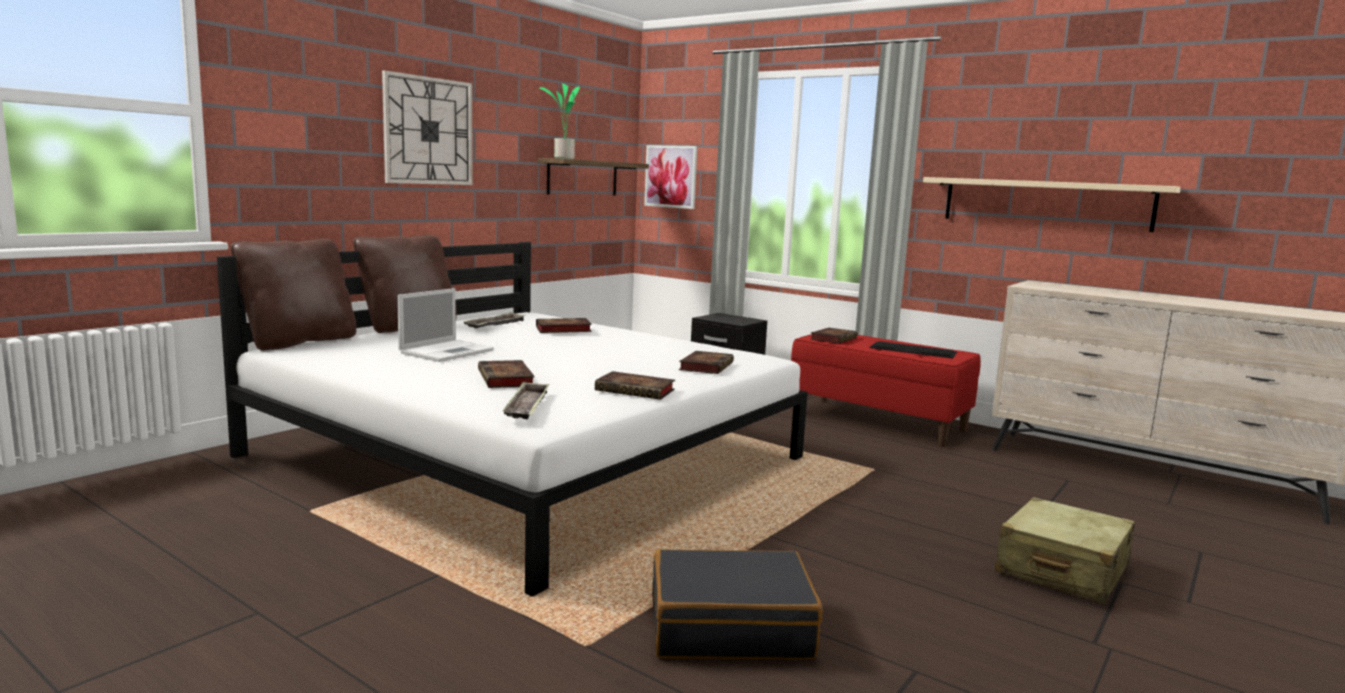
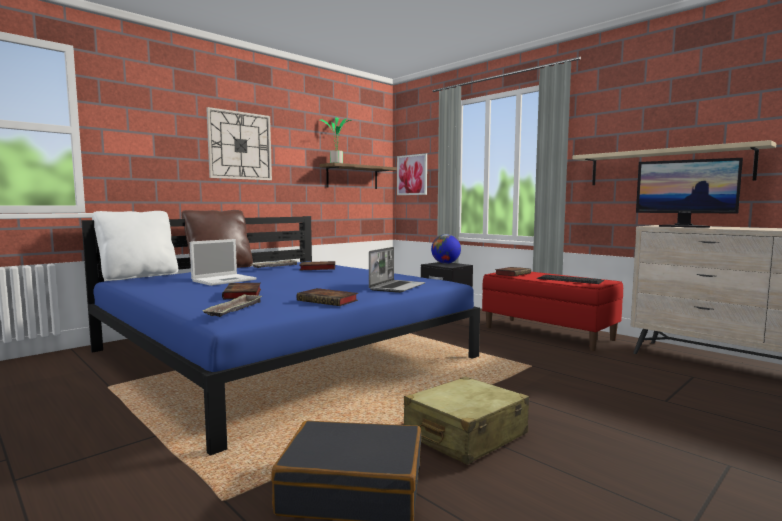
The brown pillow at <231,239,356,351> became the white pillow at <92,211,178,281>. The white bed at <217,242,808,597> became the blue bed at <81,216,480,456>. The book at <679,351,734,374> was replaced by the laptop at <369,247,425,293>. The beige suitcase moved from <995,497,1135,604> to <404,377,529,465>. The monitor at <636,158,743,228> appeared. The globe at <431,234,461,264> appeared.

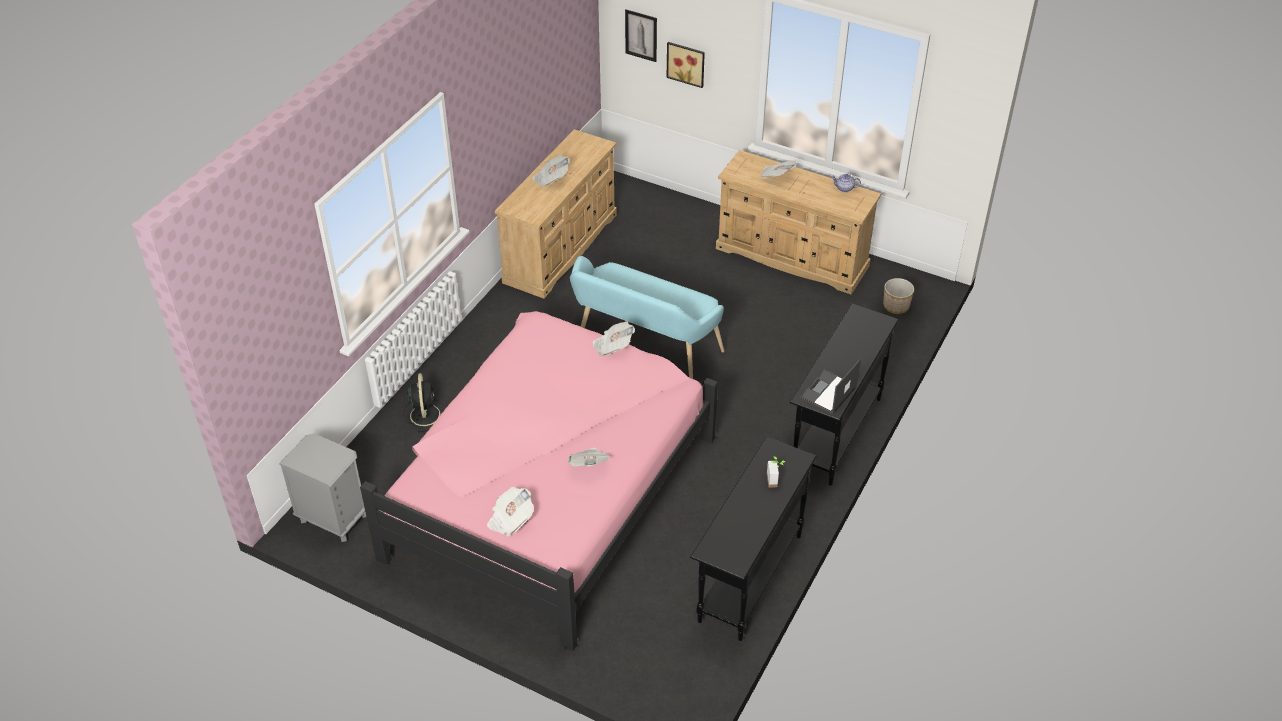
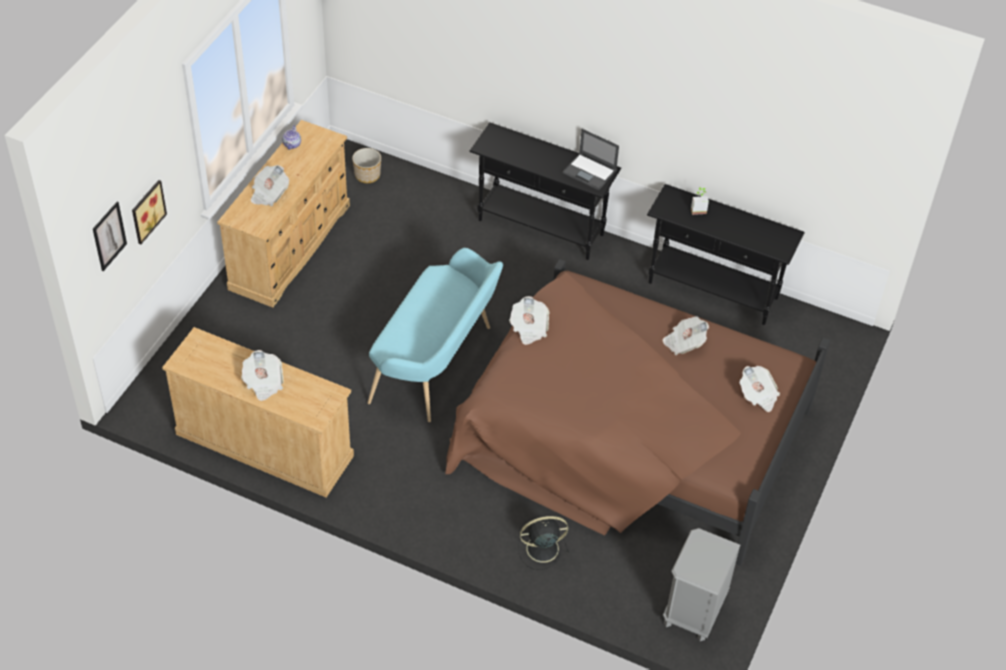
The pink bed at <360,311,718,651> became the brown bed at <445,259,830,566>.

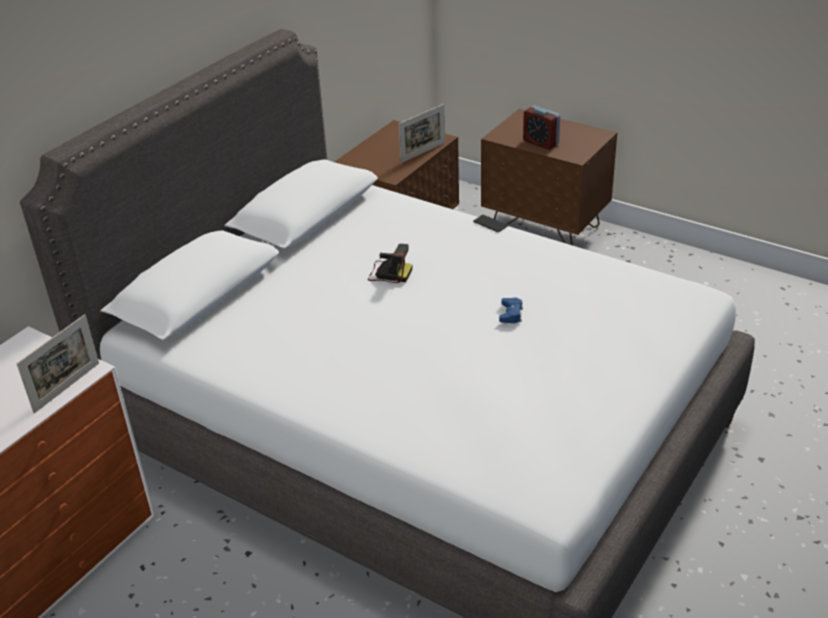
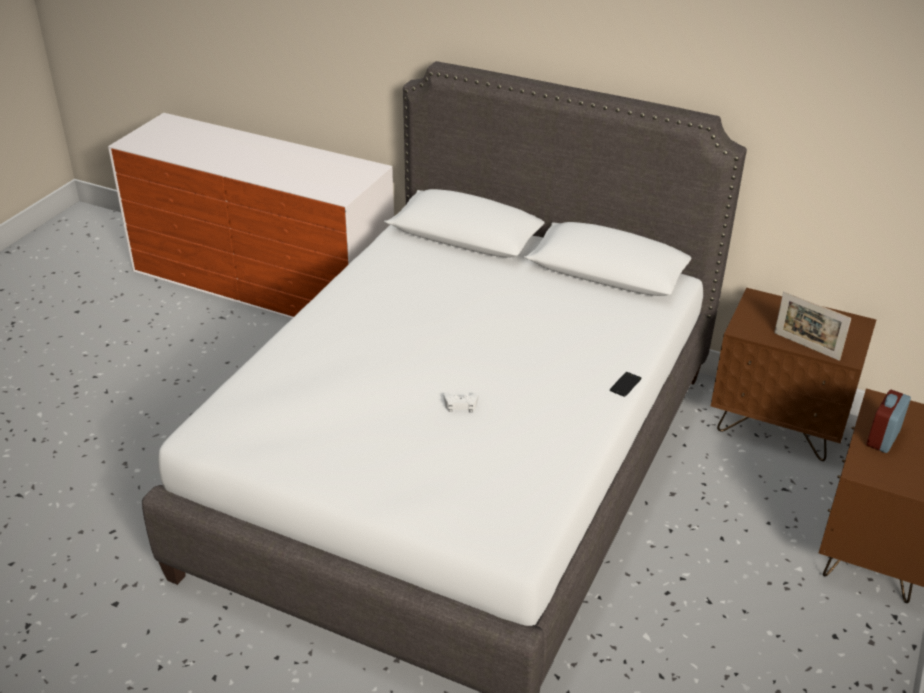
The photo camera at <368,244,413,283> disappeared. The blue game controller at <499,298,523,323> became the white game controller at <444,392,478,412>. The picture frame at <16,314,99,413> disappeared.

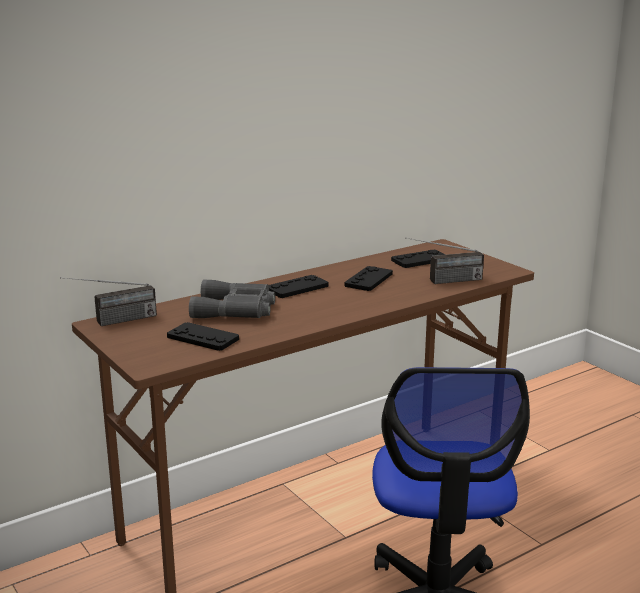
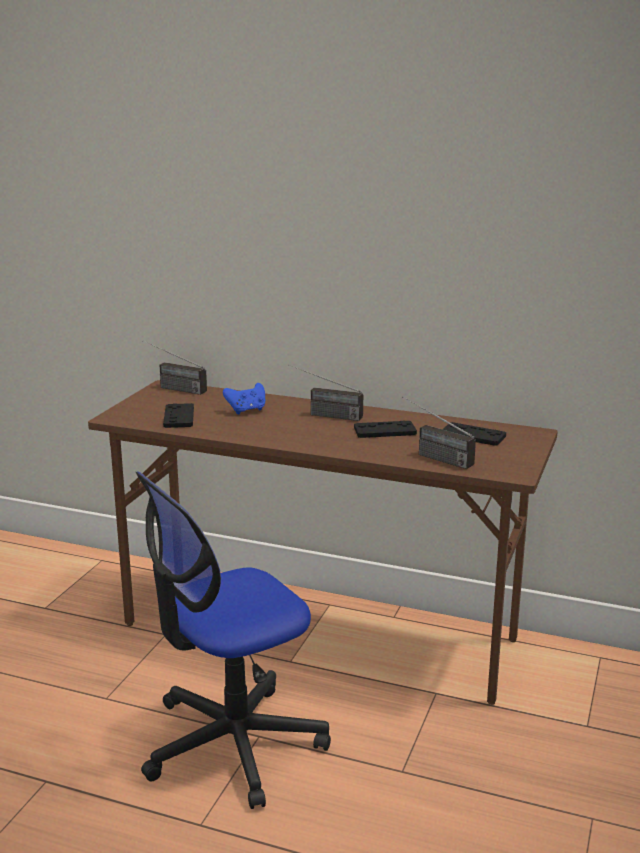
The black game controller at <269,275,329,298> was replaced by the radio at <288,364,363,421>. The grey binoculars at <189,280,275,318> was replaced by the blue game controller at <223,383,265,414>.

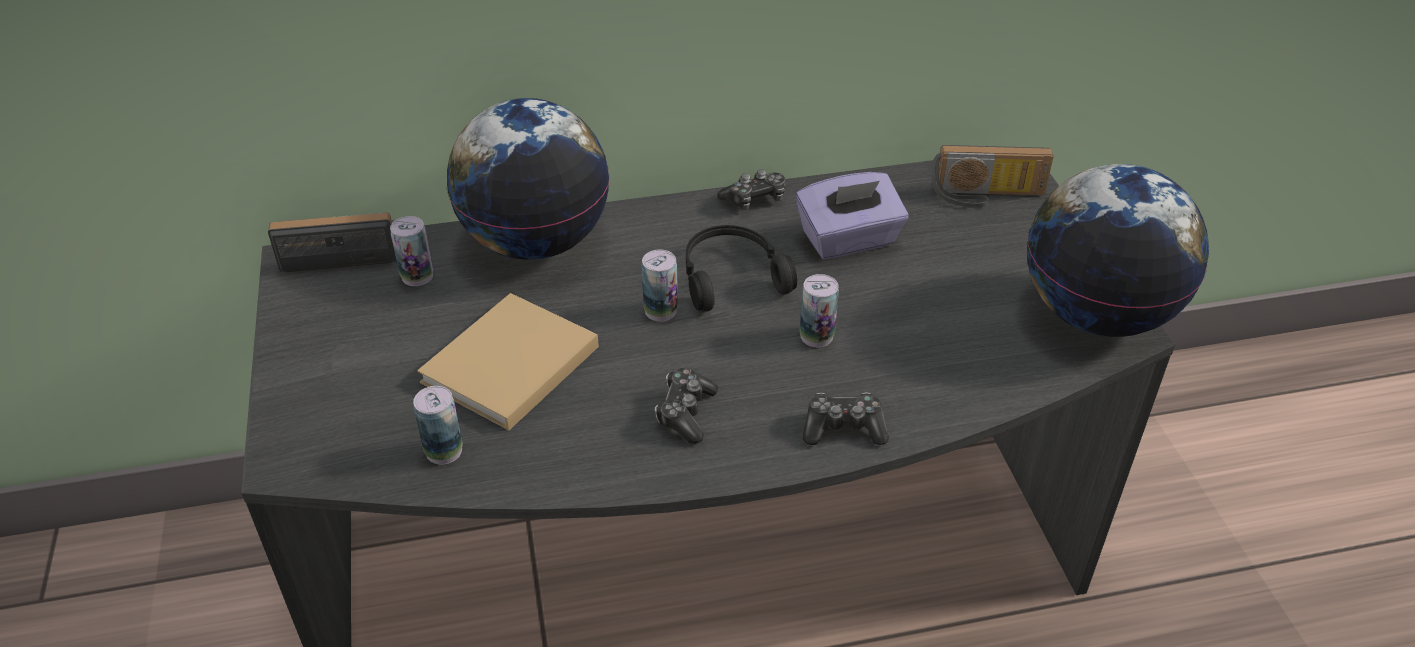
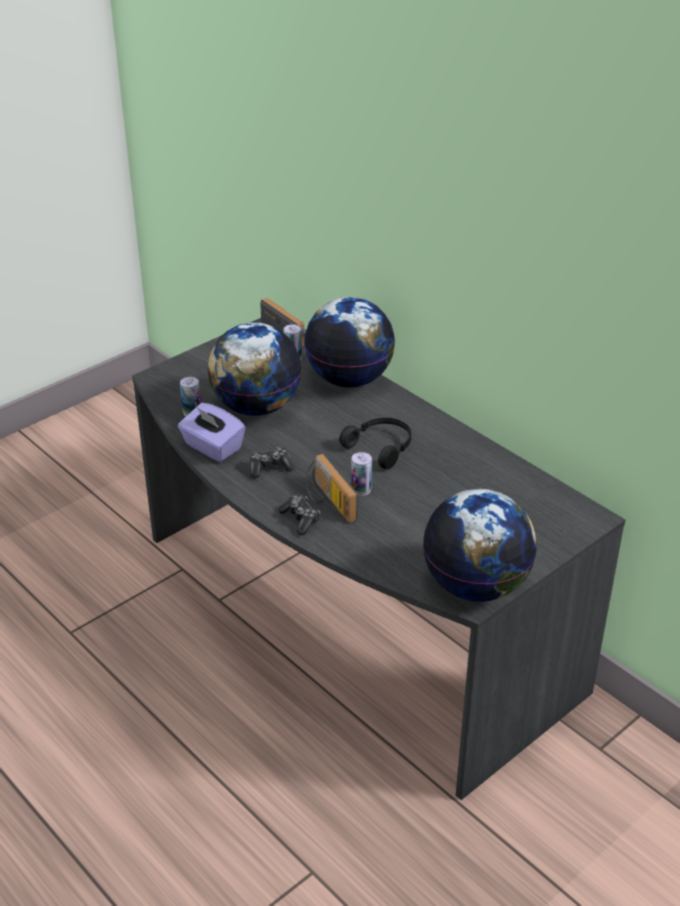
The radio moved from <931,145,1053,208> to <306,454,359,523>. The game controller at <717,169,785,210> disappeared. The purple tissue box moved from <796,172,908,259> to <178,403,245,462>. The can at <642,250,678,322> disappeared. The beige book at <417,293,599,430> was replaced by the globe at <207,322,301,416>.

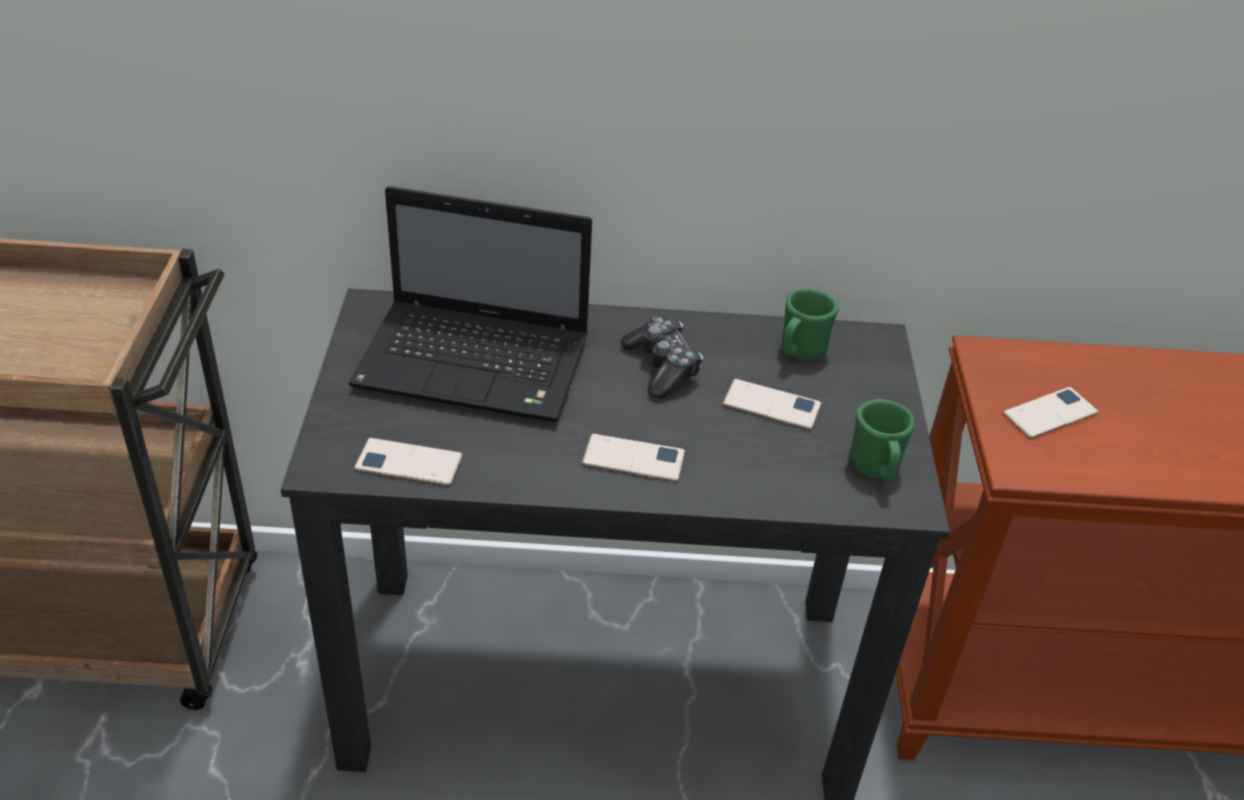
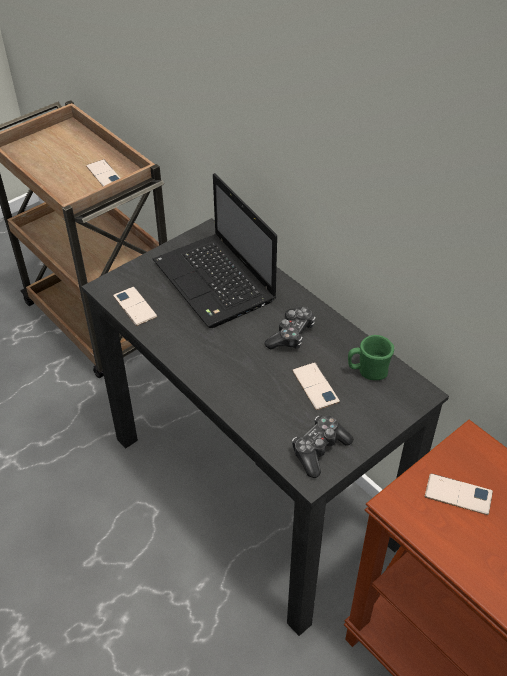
The green mug at <849,399,915,481> was replaced by the game controller at <292,416,354,478>. The phone moved from <582,434,685,482> to <86,159,120,186>.

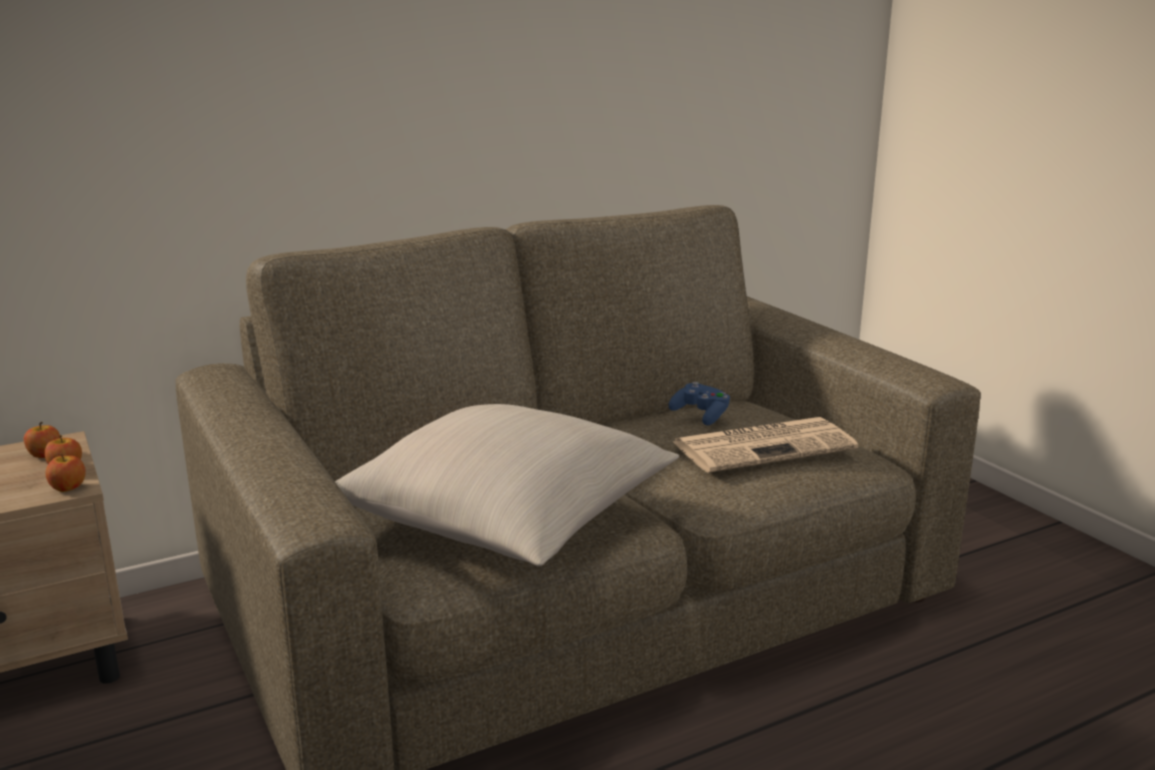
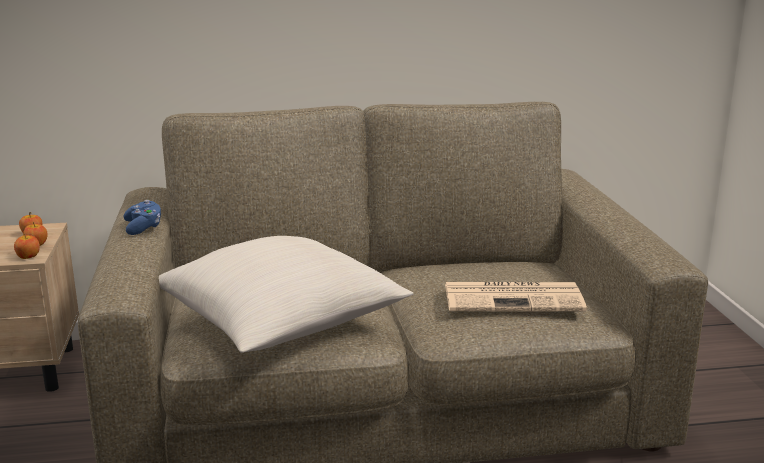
The blue game controller moved from <668,382,730,425> to <123,200,161,235>.

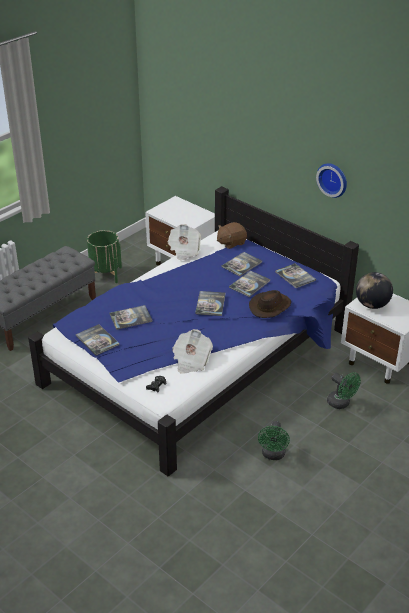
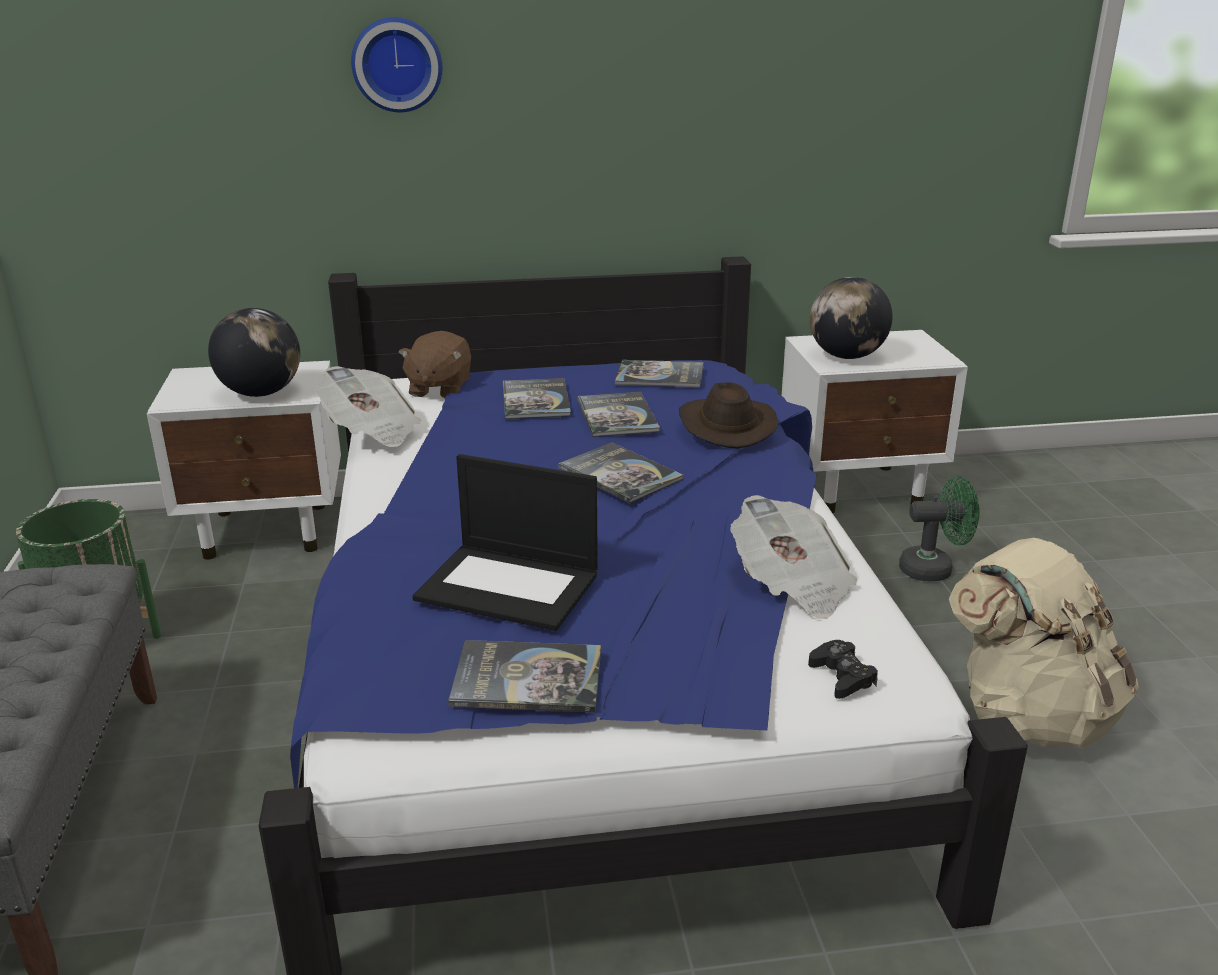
The wall clock moved from <316,163,347,198> to <351,17,442,112>. The book at <110,305,153,330> was replaced by the laptop at <412,454,598,631>. The green fan at <258,421,290,460> was replaced by the beige backpack at <949,538,1139,749>. The globe at <208,308,300,397> appeared.

